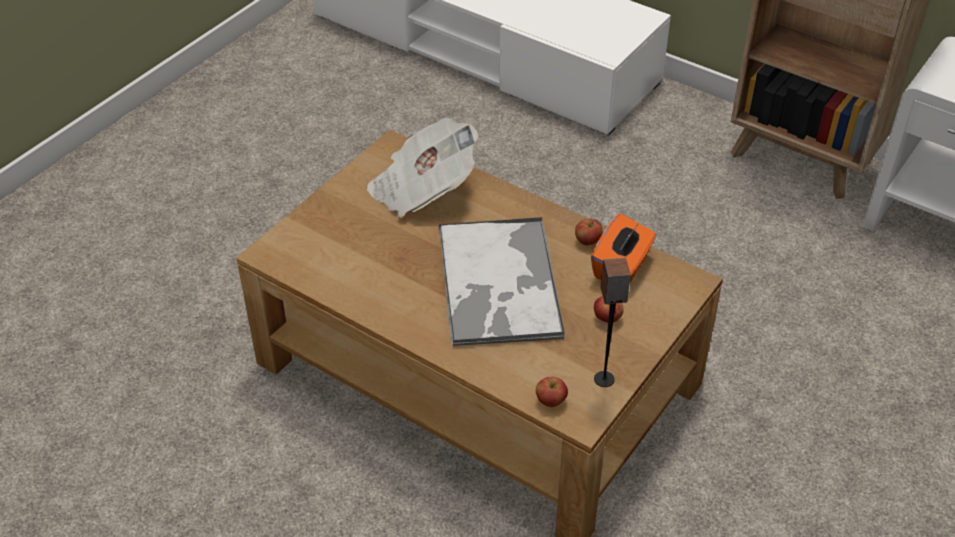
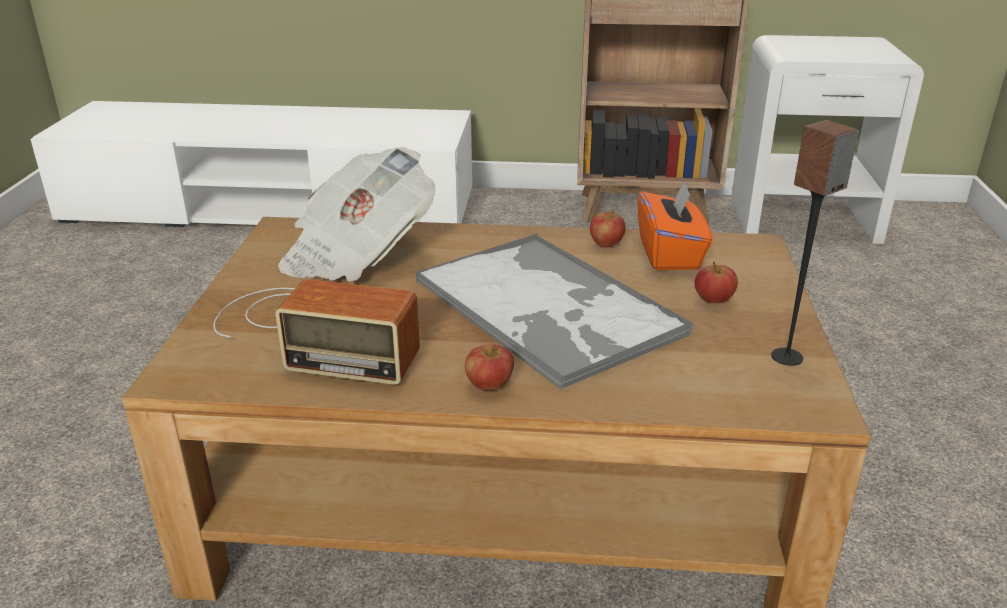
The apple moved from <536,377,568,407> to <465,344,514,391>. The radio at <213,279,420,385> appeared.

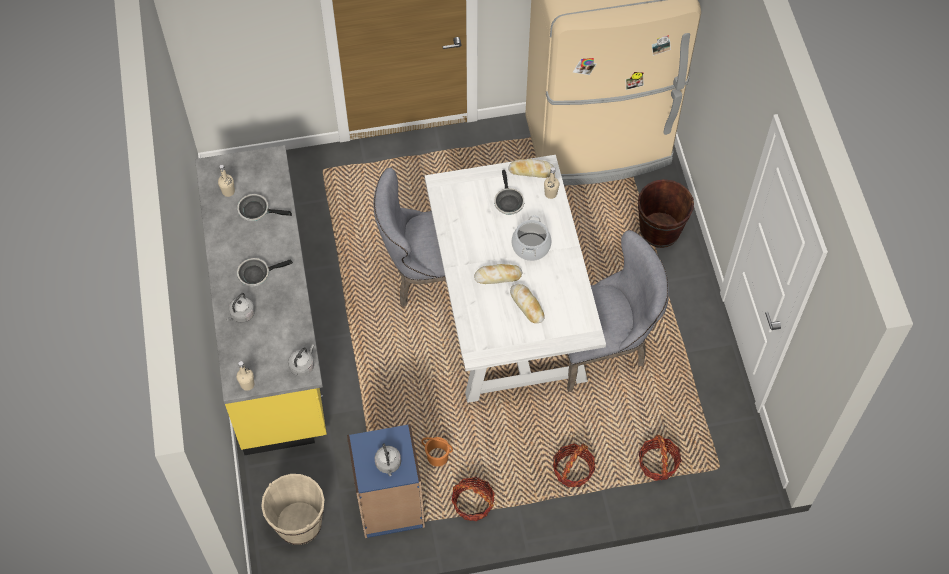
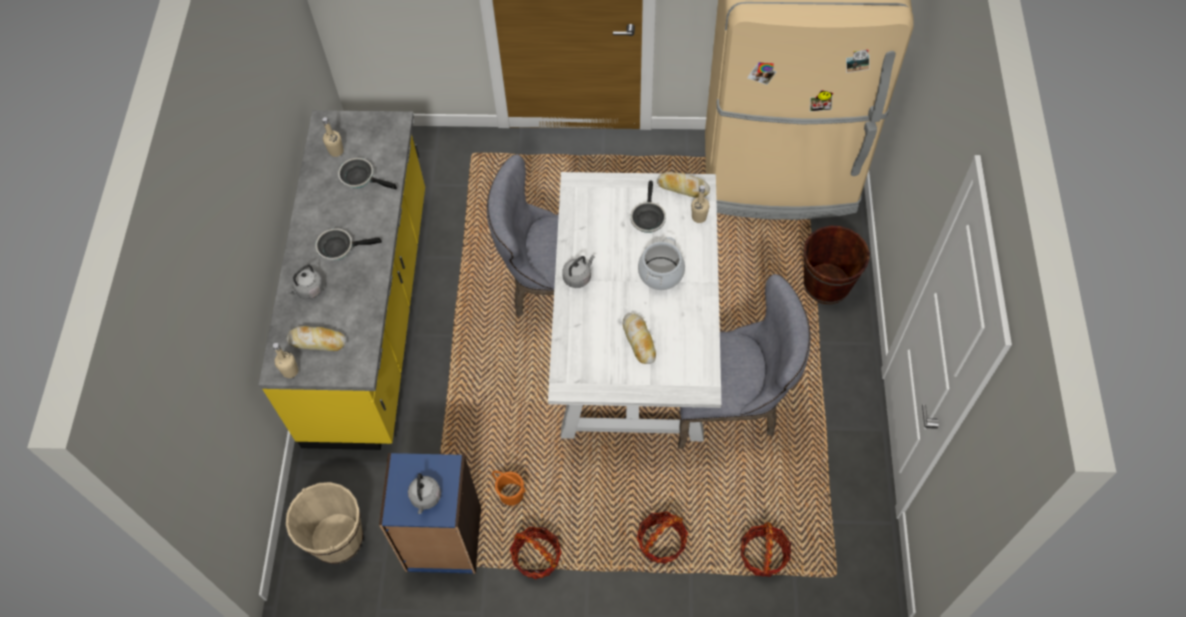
The bread moved from <474,264,522,284> to <287,326,346,351>. The grey kettle moved from <288,344,315,376> to <562,255,595,288>.

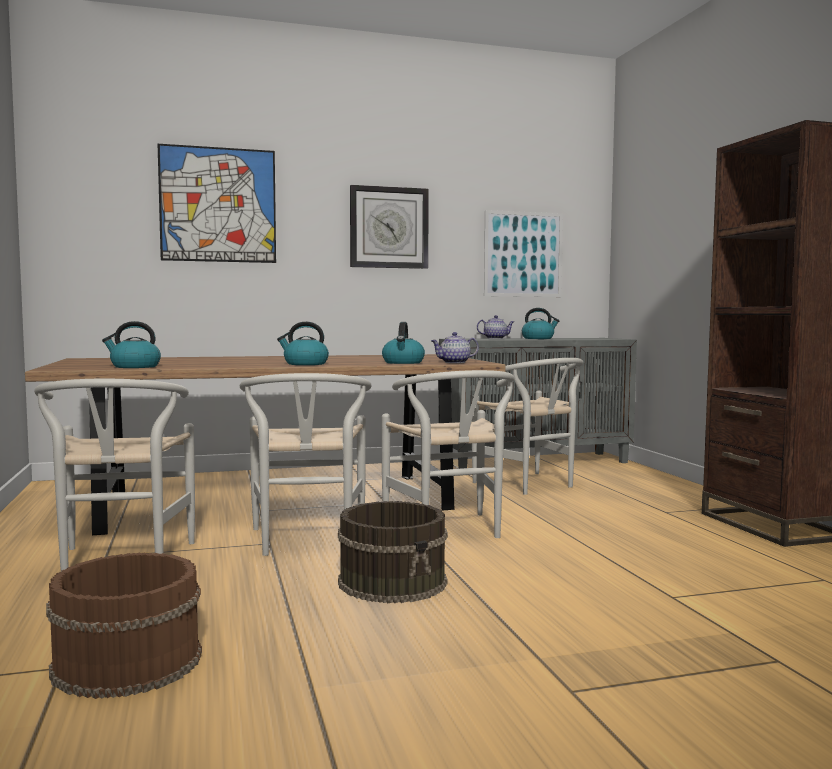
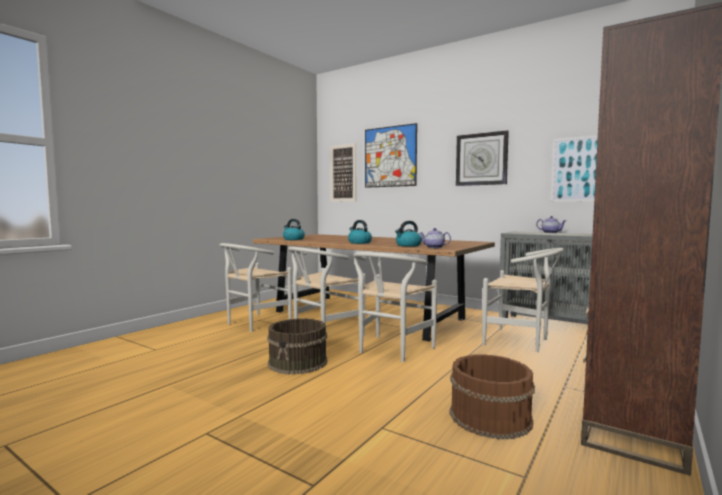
The kettle at <522,308,559,339> disappeared. The white chair at <472,358,583,495> turned 75 degrees counterclockwise. The brown bucket moved from <46,553,202,699> to <450,354,535,439>. The picture at <330,143,356,202> appeared.

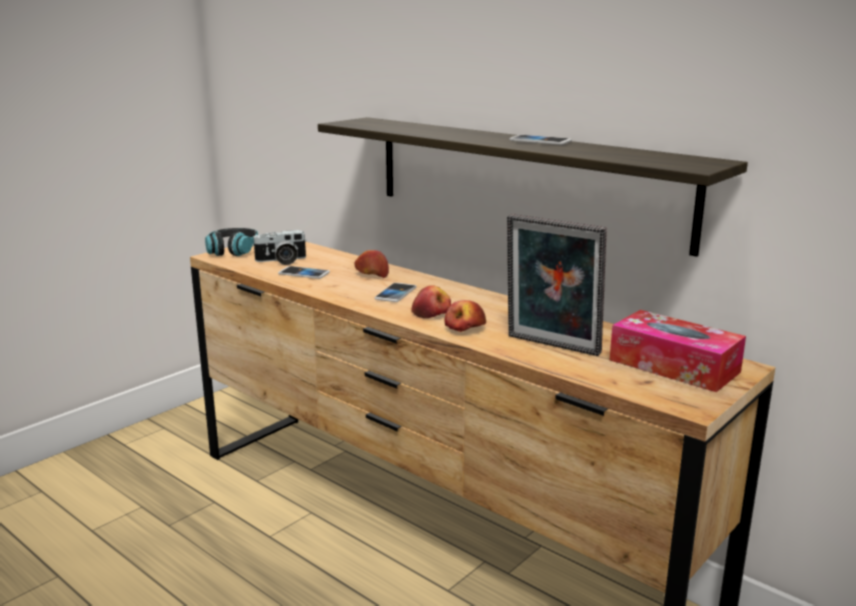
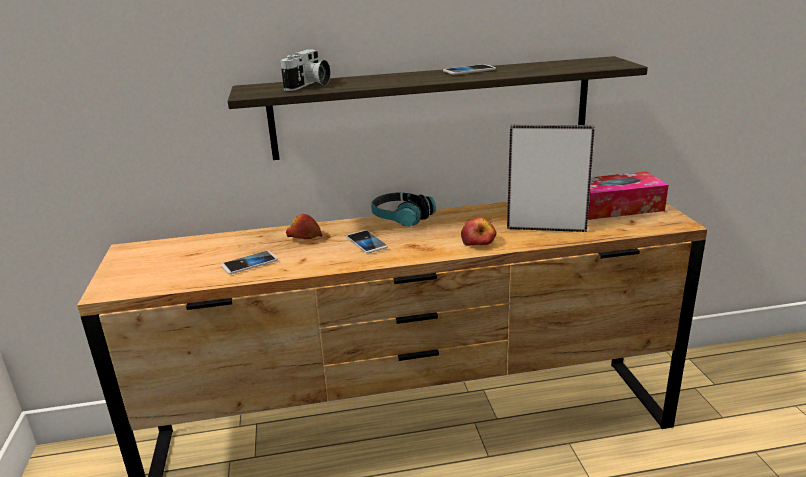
The picture frame at <507,214,607,356> turned 150 degrees counterclockwise. The headphones moved from <205,228,258,256> to <371,192,436,227>. The photo camera moved from <252,230,307,265> to <280,49,330,91>. The apple at <411,285,451,318> disappeared.

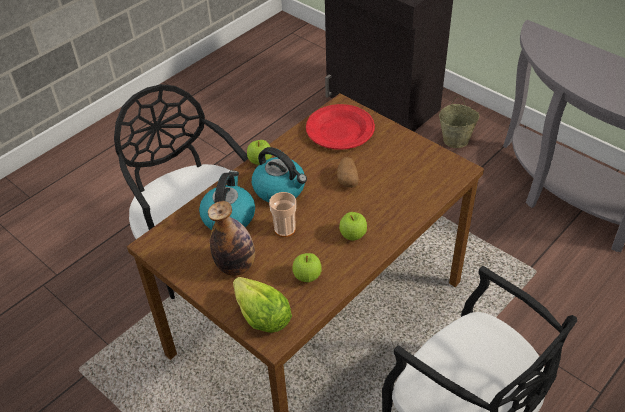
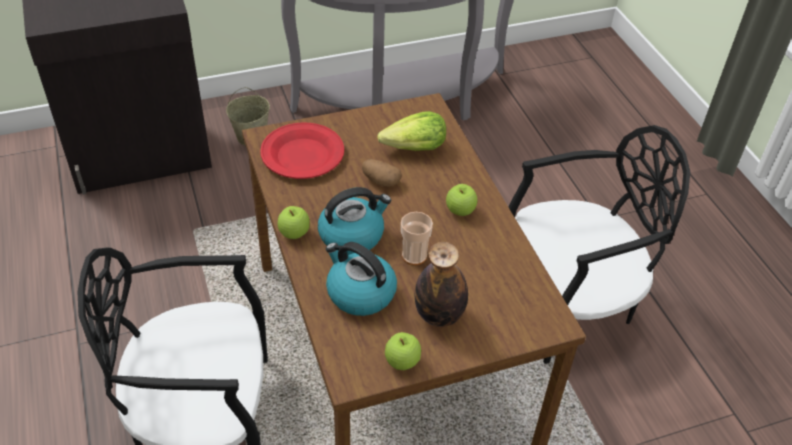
The apple moved from <292,253,322,282> to <385,332,421,370>. The lettuce moved from <233,277,292,333> to <377,111,446,151>.

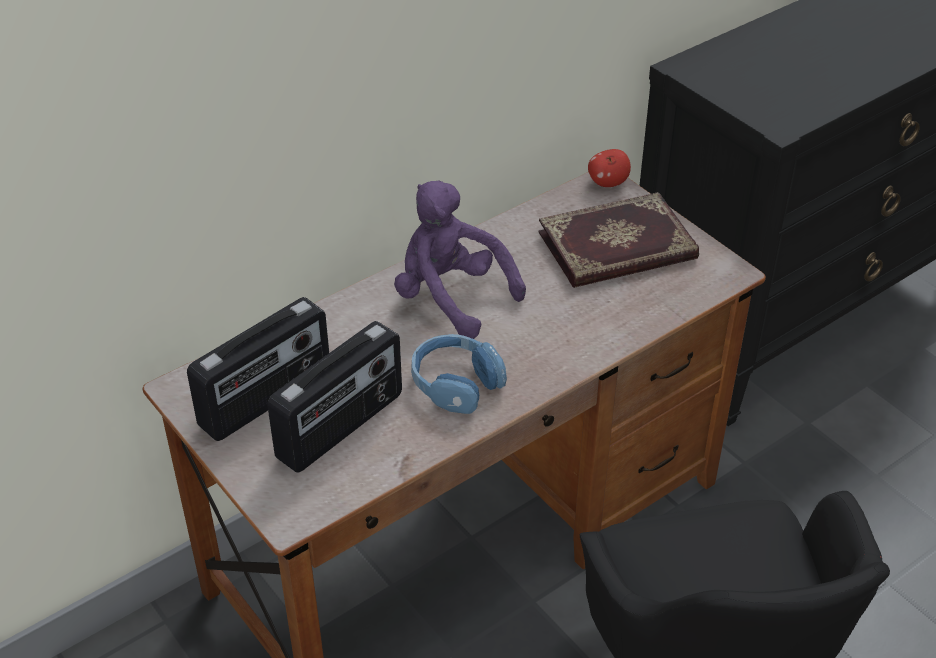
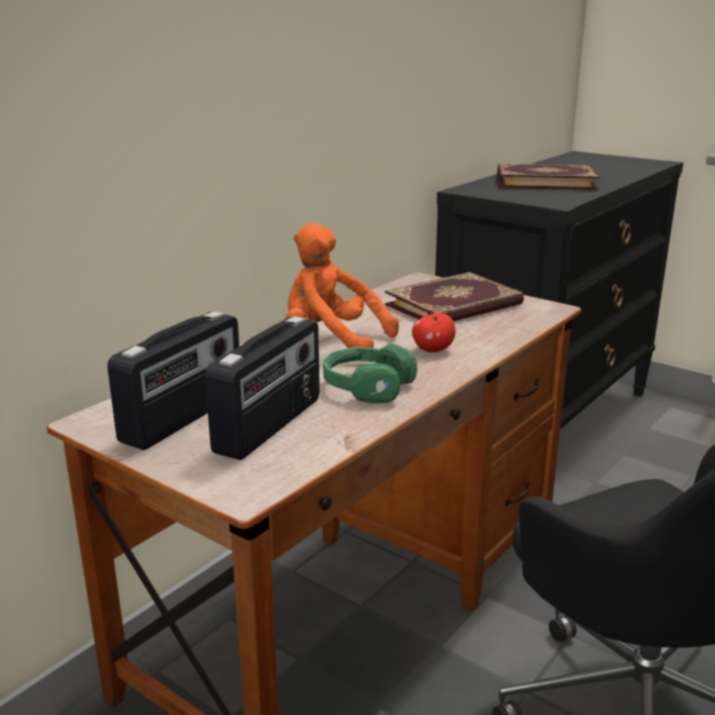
The apple moved from <588,149,631,187> to <412,313,456,352>. The purple plush toy at <394,180,526,339> became the orange plush toy at <286,223,399,348>. The blue headphones at <411,334,507,414> became the green headphones at <323,343,417,403>. The book at <497,164,600,190> appeared.

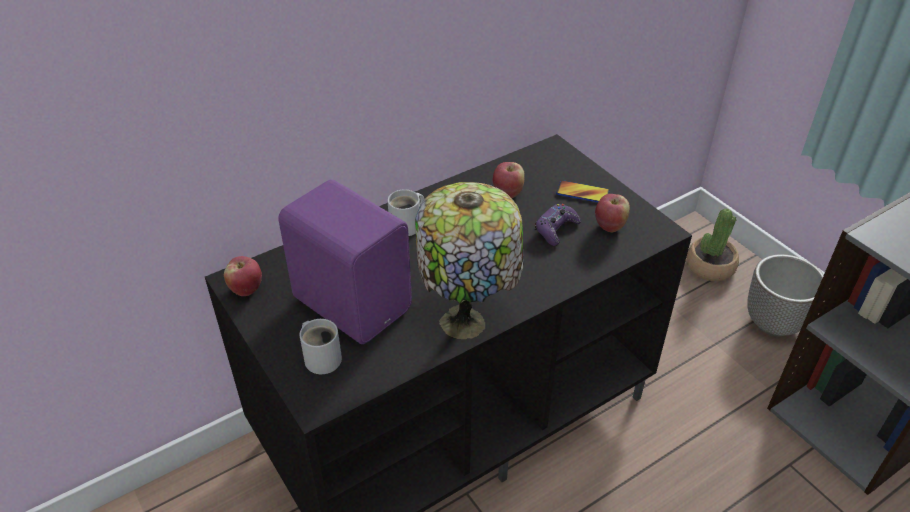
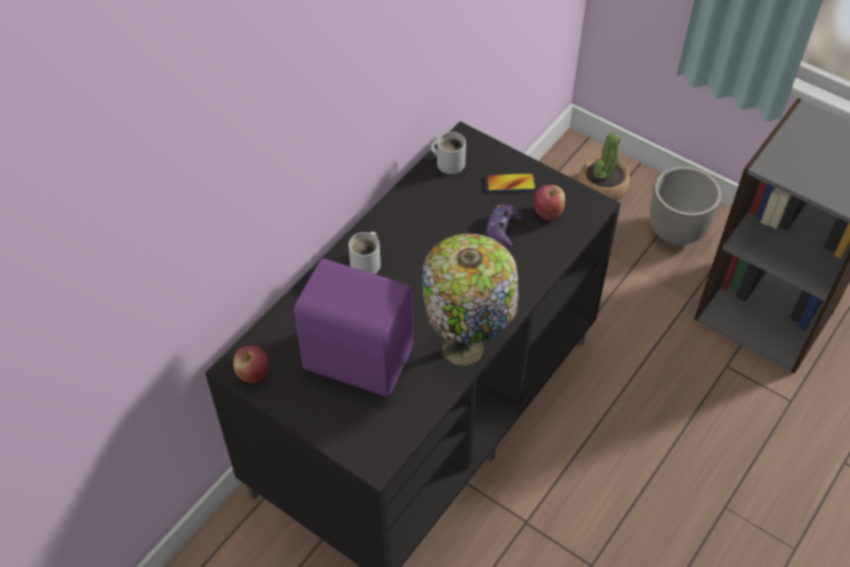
The apple at <493,162,525,198> disappeared. The white mug moved from <299,319,342,374> to <430,132,466,174>.

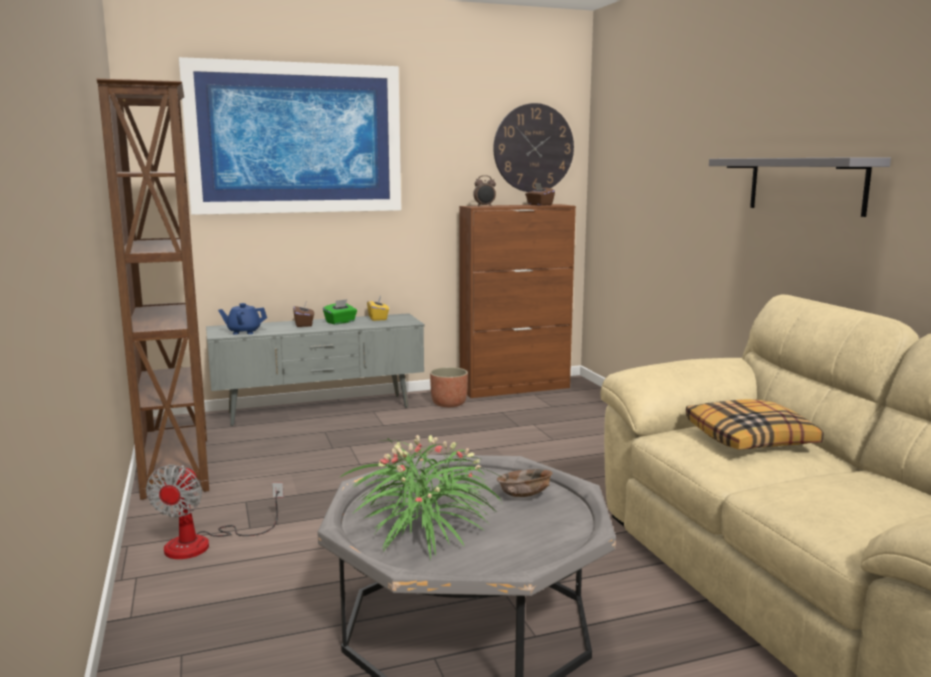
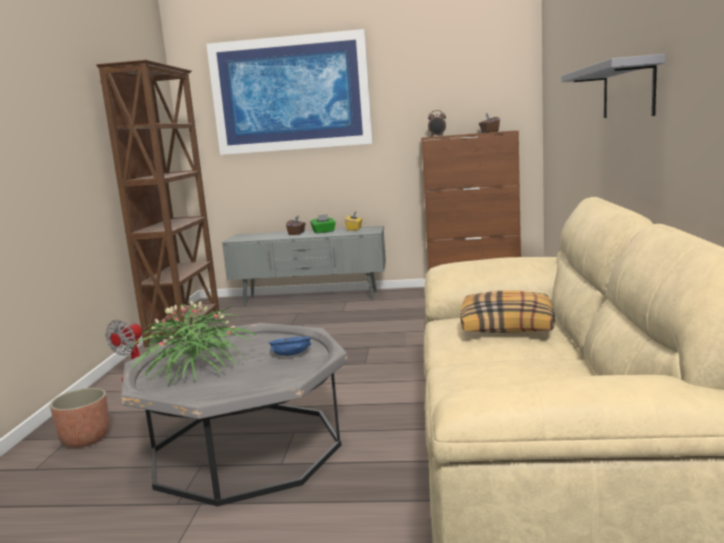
The wall clock at <493,103,574,192> disappeared. The blue teapot at <218,303,267,335> disappeared. The planter moved from <430,367,468,407> to <50,388,110,448>. The brown bowl at <497,469,553,497> became the blue bowl at <268,336,312,356>.

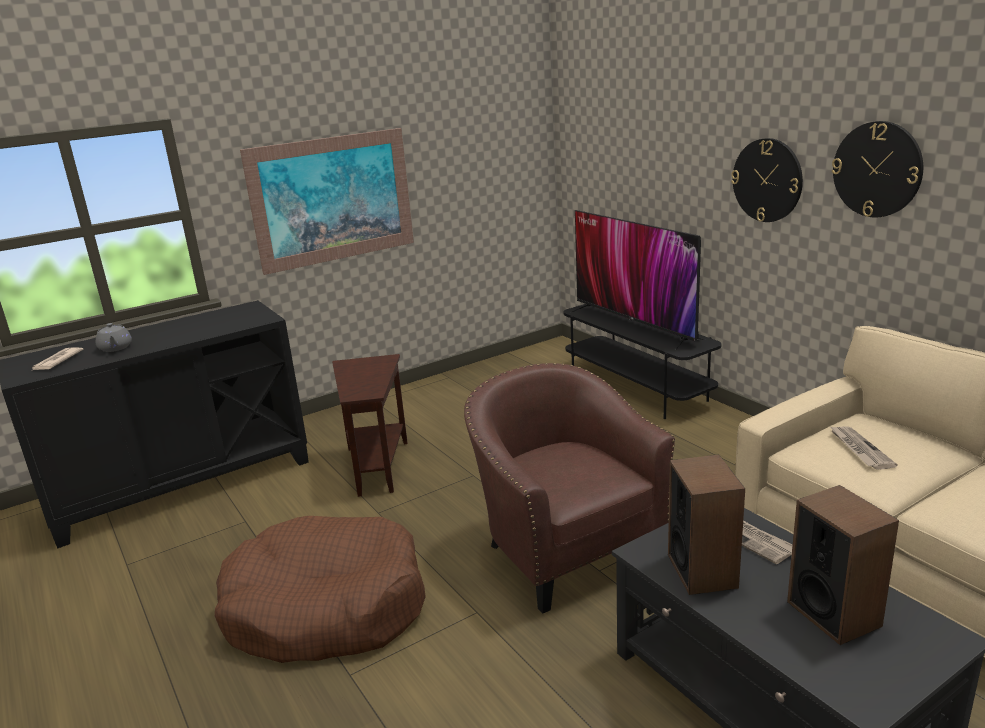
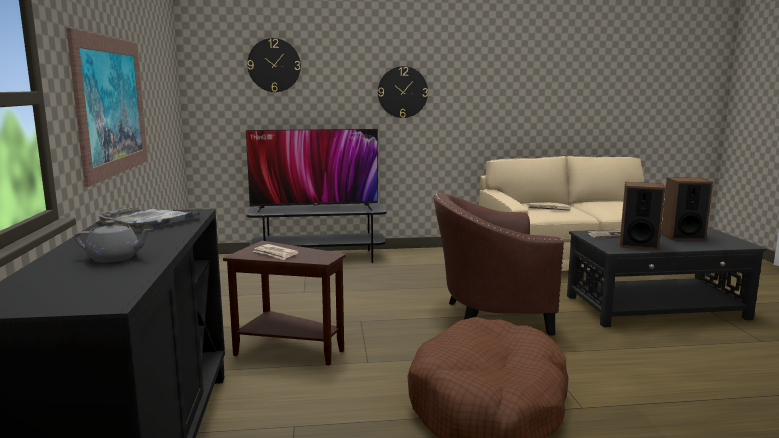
The wall clock moved from <832,121,923,217> to <247,38,301,92>. The newspaper moved from <32,347,83,370> to <253,244,299,260>. The grey tray at <95,207,200,229> appeared.

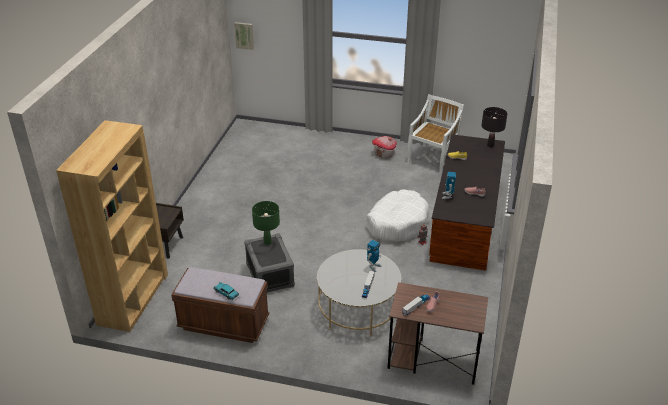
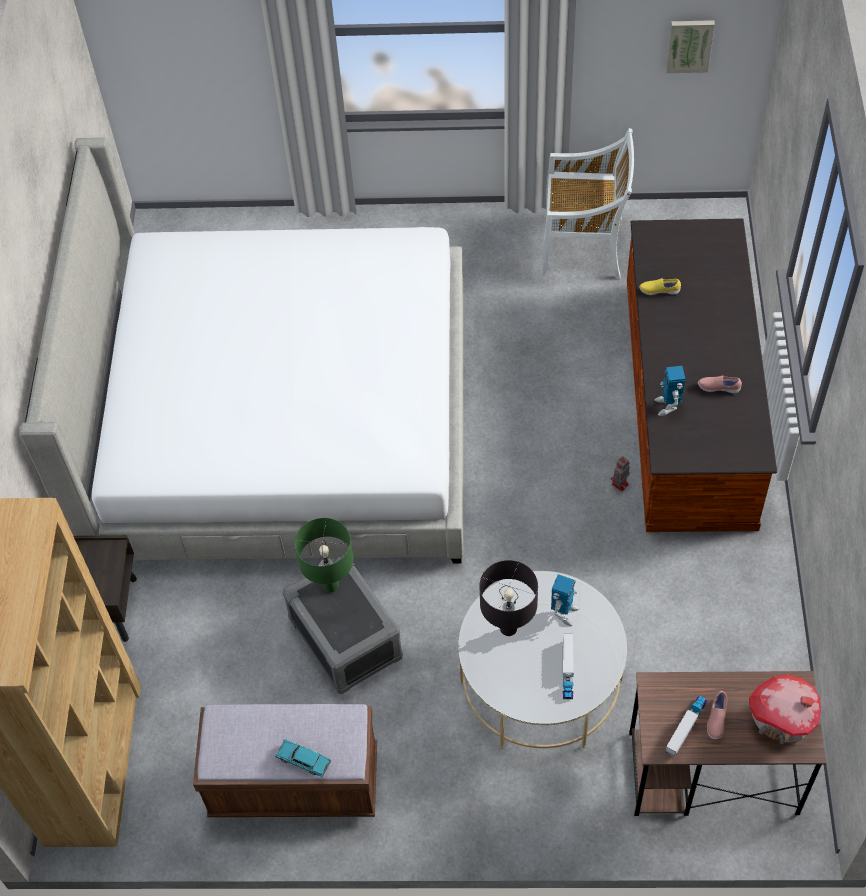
The picture moved from <234,22,254,50> to <666,20,715,73>. The white chair at <407,94,464,174> turned 75 degrees clockwise. The black table lamp moved from <481,107,507,147> to <480,560,538,636>. The toy house moved from <372,136,397,158> to <749,675,821,745>. The white dog bed at <366,189,429,242> disappeared. The bed at <20,138,463,564> appeared.

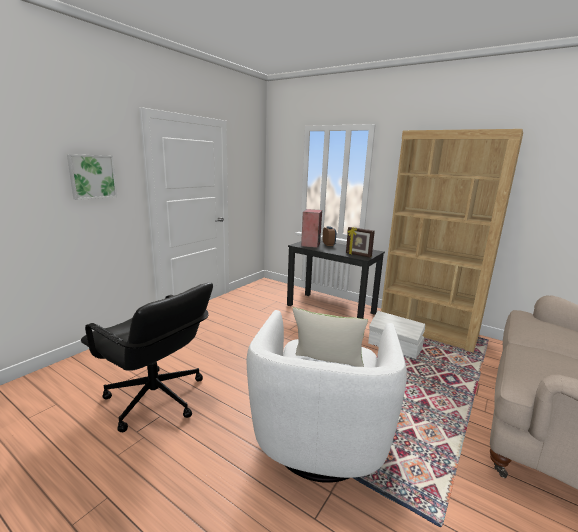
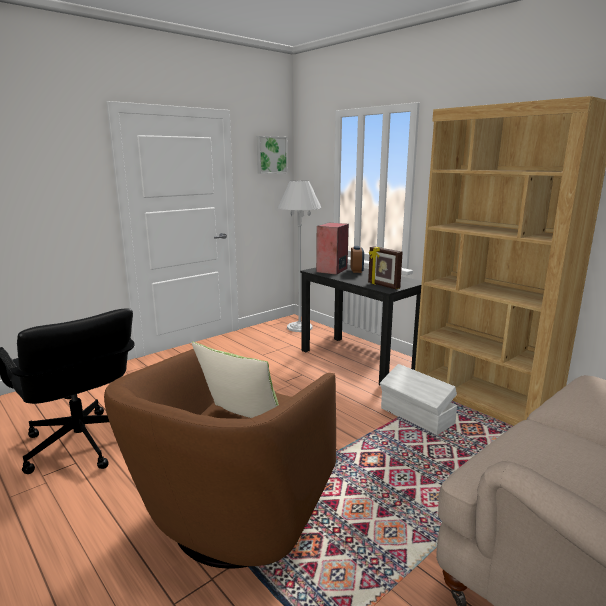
The picture moved from <67,154,117,200> to <257,136,288,174>. The white armchair at <247,310,407,483> became the brown armchair at <104,349,336,569>. The white floor lamp at <278,180,321,332> appeared.

